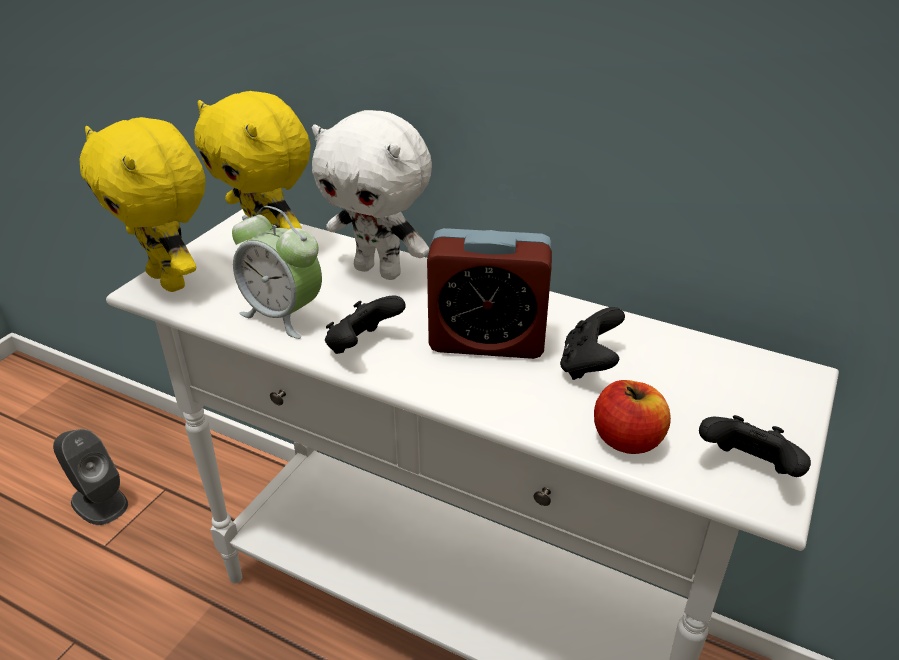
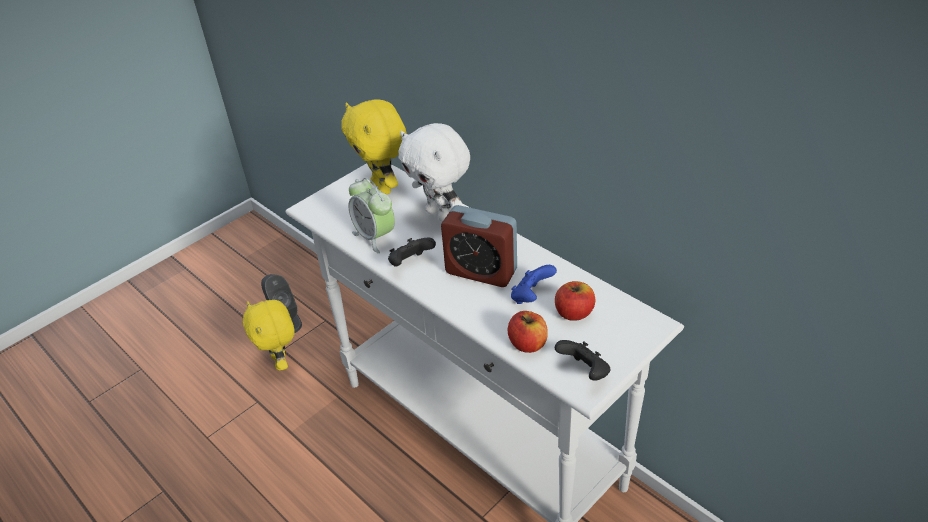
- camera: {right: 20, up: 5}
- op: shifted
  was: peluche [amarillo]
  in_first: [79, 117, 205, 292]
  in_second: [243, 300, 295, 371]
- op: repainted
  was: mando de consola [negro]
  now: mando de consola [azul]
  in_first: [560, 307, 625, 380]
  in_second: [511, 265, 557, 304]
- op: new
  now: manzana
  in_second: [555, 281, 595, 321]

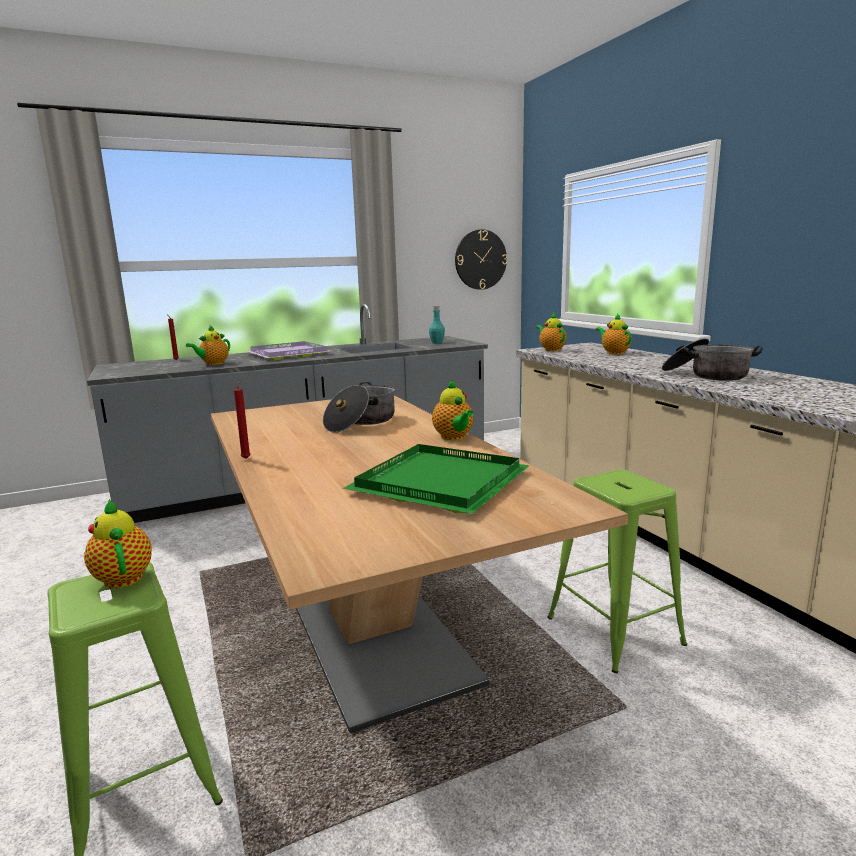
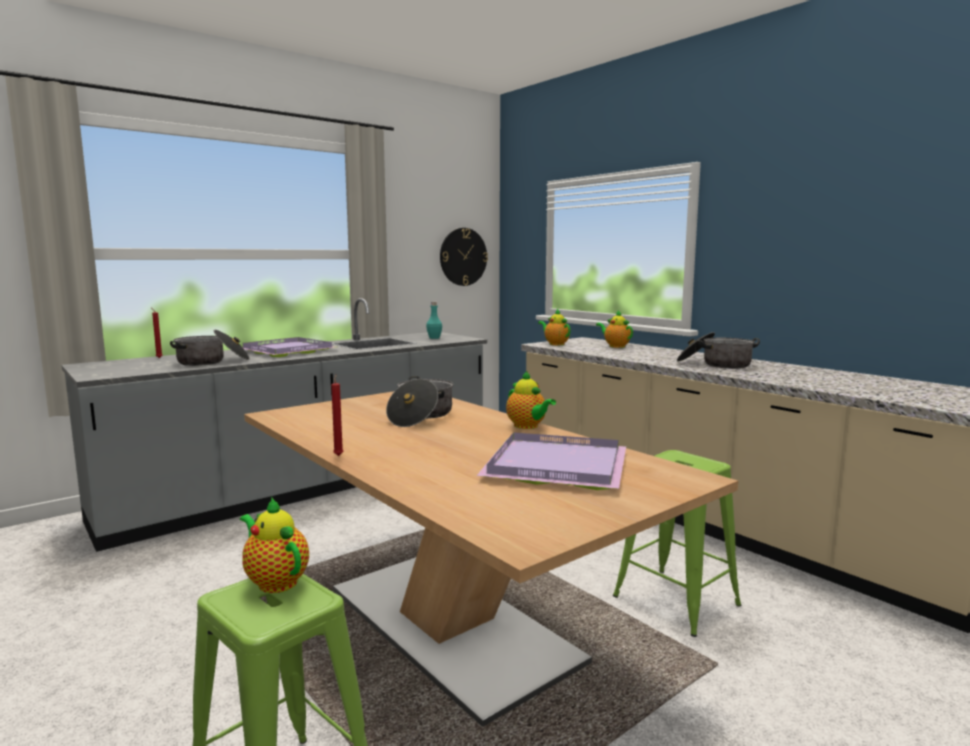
- camera: {right: -15, up: -5}
- op: swapped
  was: tetera
  now: olla
  in_first: [186, 325, 230, 365]
  in_second: [170, 330, 250, 366]
- op: repainted
  was: bandeja [verde]
  now: bandeja [morado]
  in_first: [343, 444, 529, 514]
  in_second: [476, 432, 626, 490]

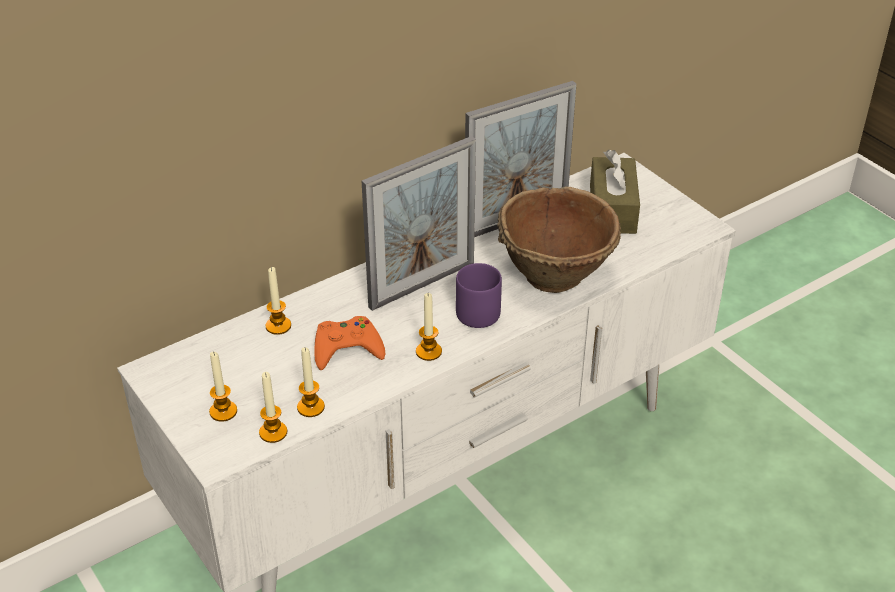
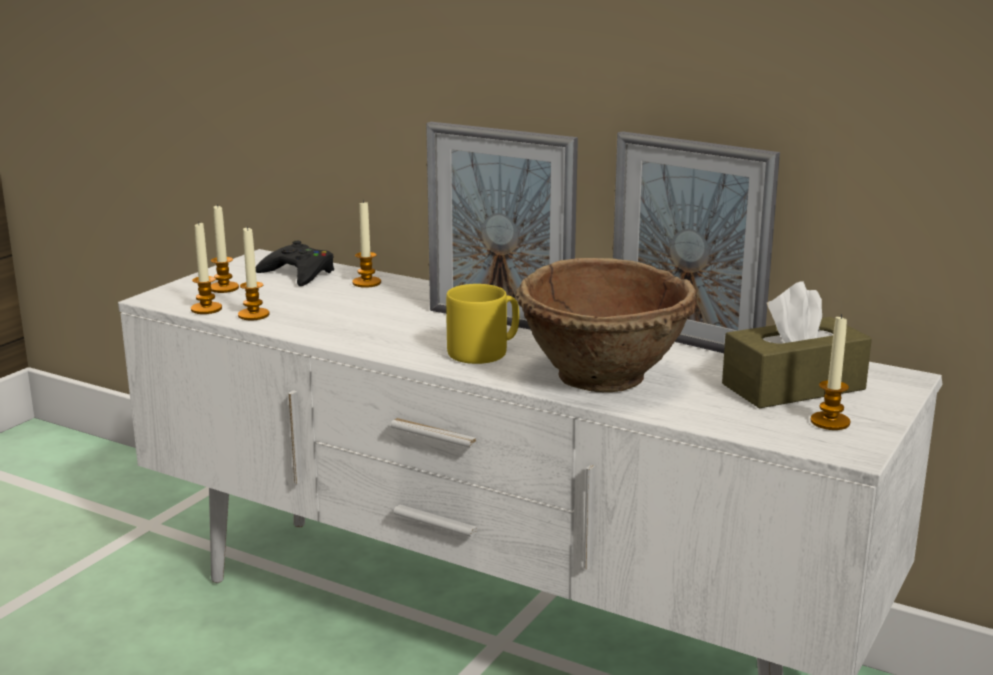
- camera: {right: 65, up: -20}
- op: repainted
  was: taza grande [morado]
  now: taza grande [amarillo]
  in_first: [456, 263, 502, 328]
  in_second: [446, 284, 519, 364]
- op: shifted
  was: vela
  in_first: [416, 293, 442, 361]
  in_second: [810, 314, 851, 430]
- op: gone
  was: mando de consola [naranja]
  in_first: [314, 316, 385, 370]
- op: new
  now: mando de consola [negro]
  in_second: [256, 241, 334, 286]

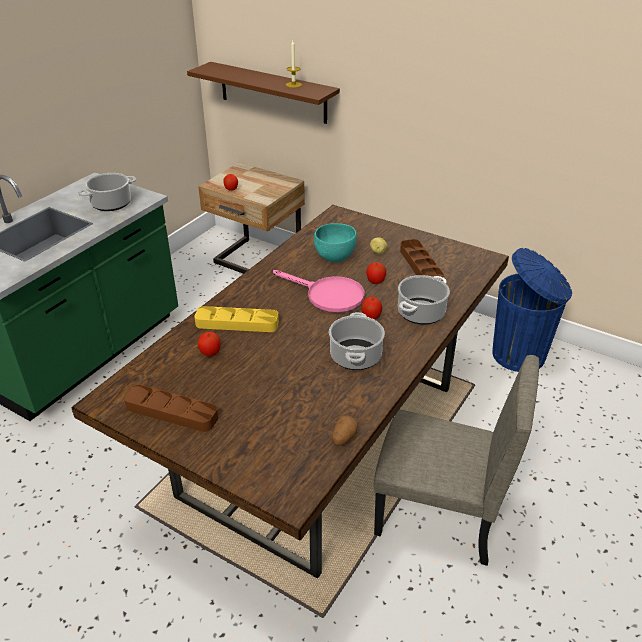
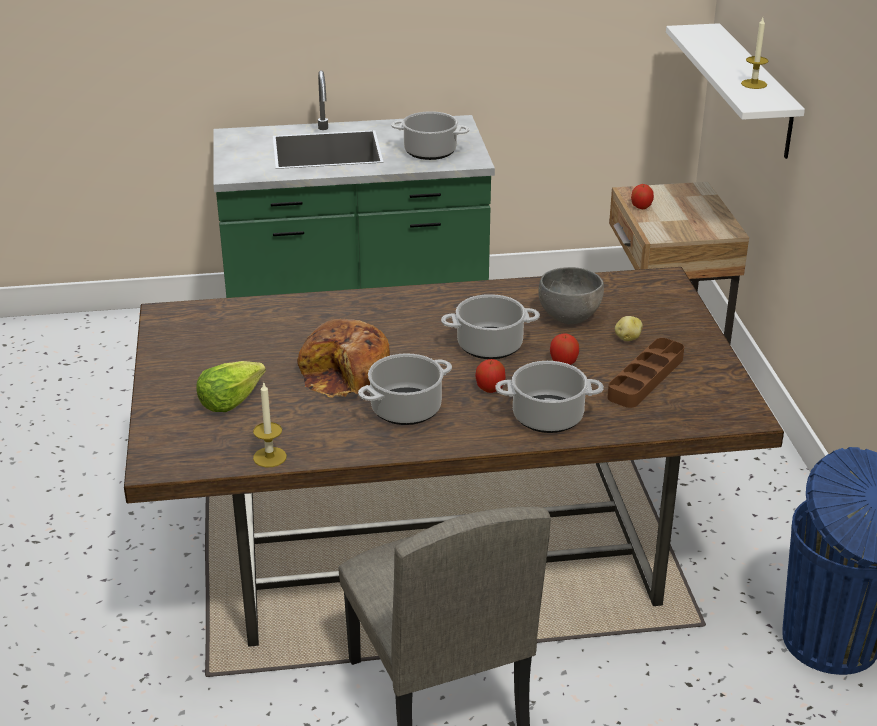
- camera: {right: 50, up: -5}
- op: repainted
  was: estante [marrón]
  now: estante [blanco]
  in_first: [187, 62, 340, 124]
  in_second: [666, 23, 805, 159]
- op: repainted
  was: cuenco [turquesa]
  now: cuenco [gris]
  in_first: [314, 223, 357, 262]
  in_second: [538, 267, 604, 324]
- op: swapped
  was: sartén [rosa]
  now: olla
  in_first: [273, 270, 364, 313]
  in_second: [441, 294, 540, 359]
- op: gone
  was: bandeja [amarillo]
  in_first: [194, 306, 279, 332]
- op: gone
  was: manzana
  in_first: [198, 332, 221, 356]
- op: gone
  was: bandeja [marrón]
  in_first: [124, 385, 218, 432]
- op: swapped
  was: patata
  now: vela
  in_first: [332, 416, 358, 446]
  in_second: [253, 382, 287, 467]
- op: new
  now: pan
  in_second: [297, 319, 390, 398]
- op: new
  now: lechuga
  in_second: [196, 361, 266, 412]

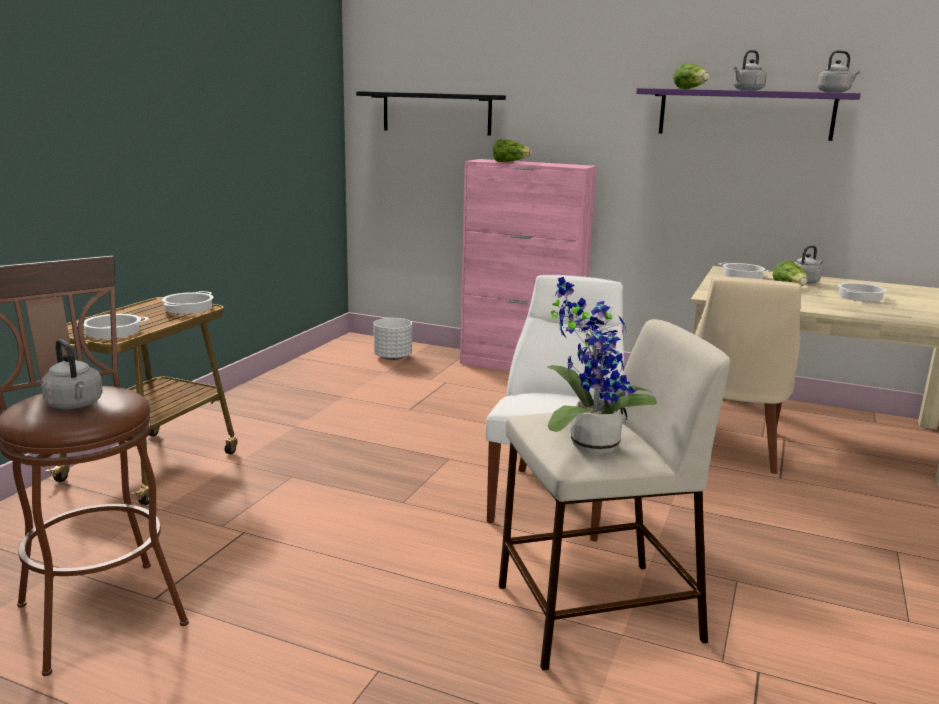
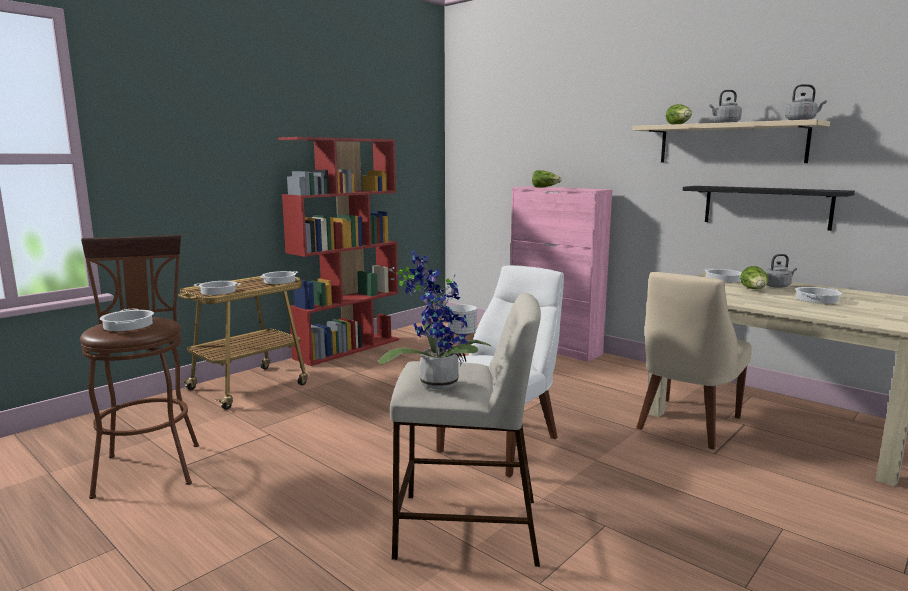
- camera: {right: 20, up: -5}
- op: repainted
  was: estante [morado]
  now: estante [beis]
  in_first: [636, 88, 861, 141]
  in_second: [633, 119, 830, 163]
- op: shifted
  was: estante [negro]
  in_first: [356, 91, 506, 136]
  in_second: [683, 186, 855, 231]
- op: swapped
  was: hervidor [gris]
  now: olla
  in_first: [41, 339, 103, 409]
  in_second: [100, 309, 154, 331]
- op: new
  now: estantería [rojo]
  in_second: [278, 137, 399, 366]

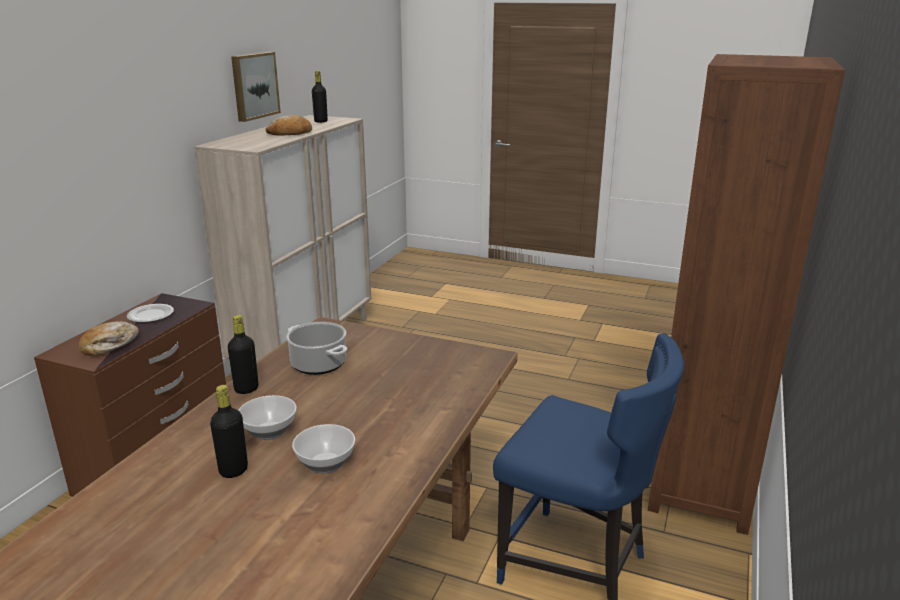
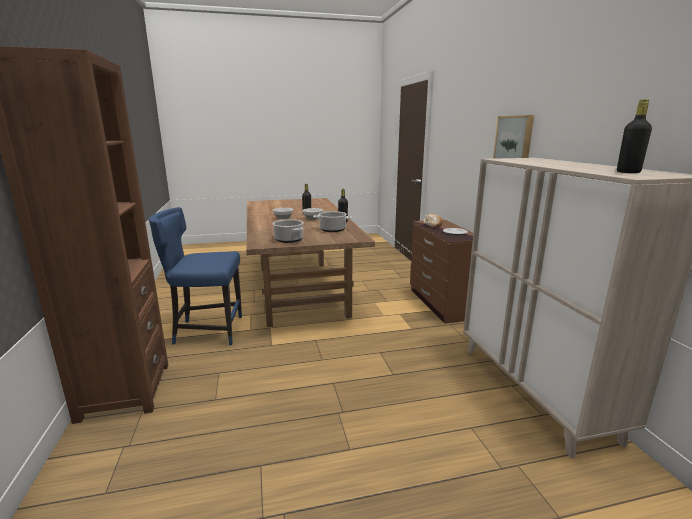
- camera: {right: 145, up: -5}
- op: shifted
  was: cuadro
  in_first: [231, 52, 281, 122]
  in_second: [493, 115, 534, 159]
- op: gone
  was: pan
  in_first: [265, 115, 312, 136]
- op: new
  now: olla
  in_second: [272, 219, 304, 243]

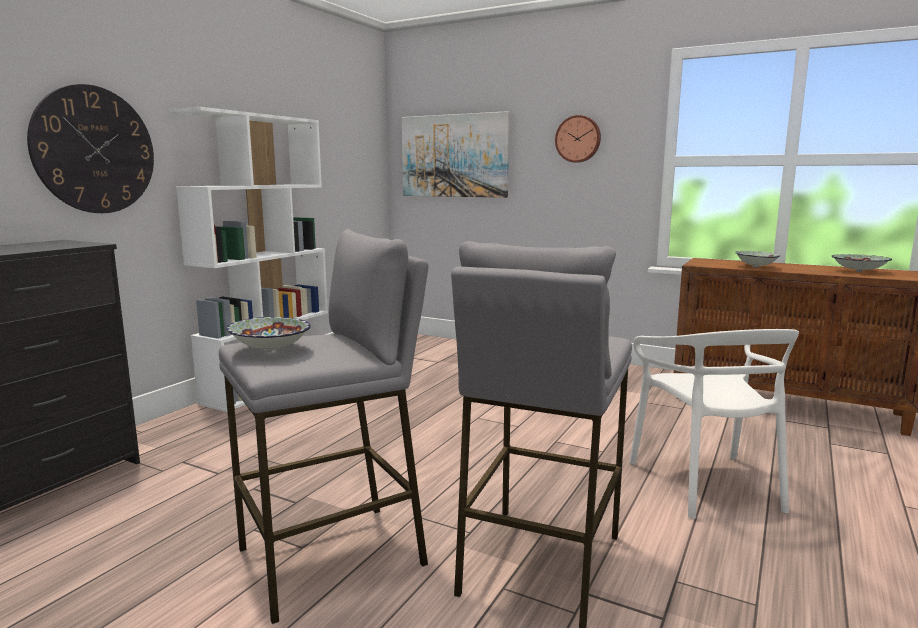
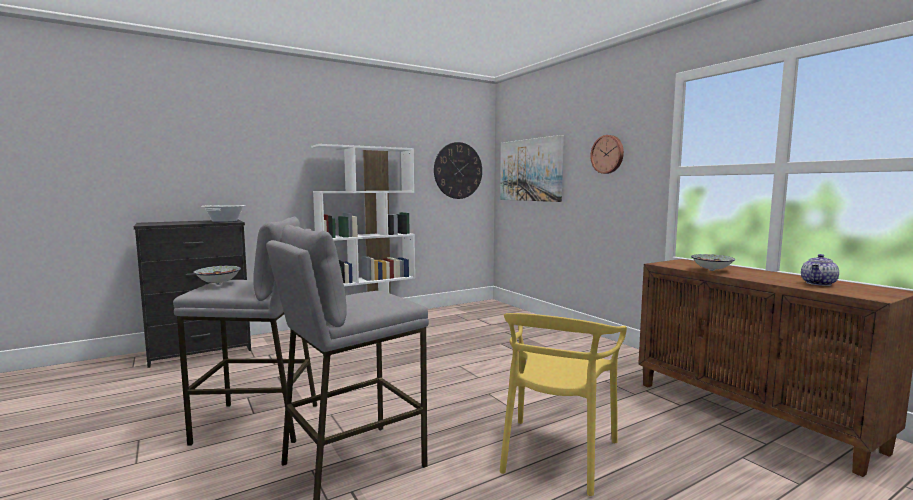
- camera: {right: 30, up: -5}
- op: shifted
  was: reloj de pared
  in_first: [27, 84, 154, 213]
  in_second: [434, 142, 482, 199]
- op: swapped
  was: cuenco
  now: tetera
  in_first: [831, 254, 892, 272]
  in_second: [801, 254, 839, 286]
- op: repainted
  was: silla [blanco]
  now: silla [amarillo]
  in_first: [629, 329, 799, 519]
  in_second: [500, 313, 627, 496]
- op: new
  now: olla
  in_second: [201, 205, 246, 222]

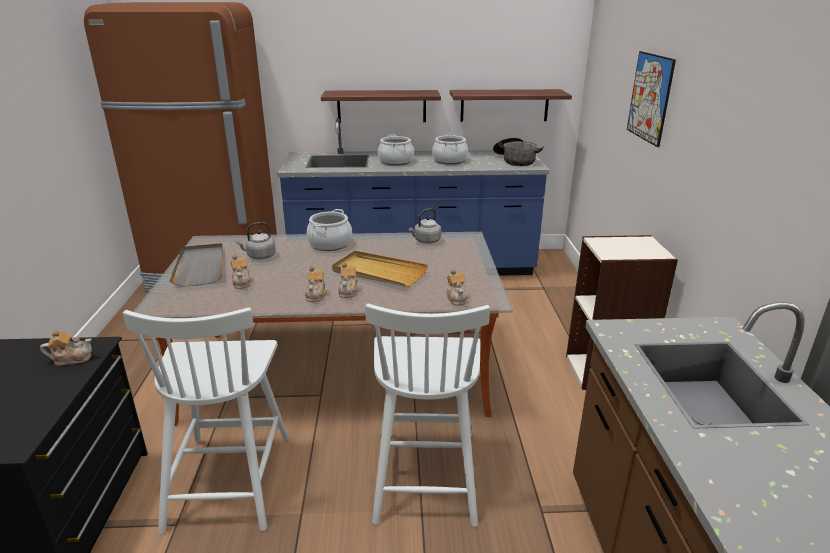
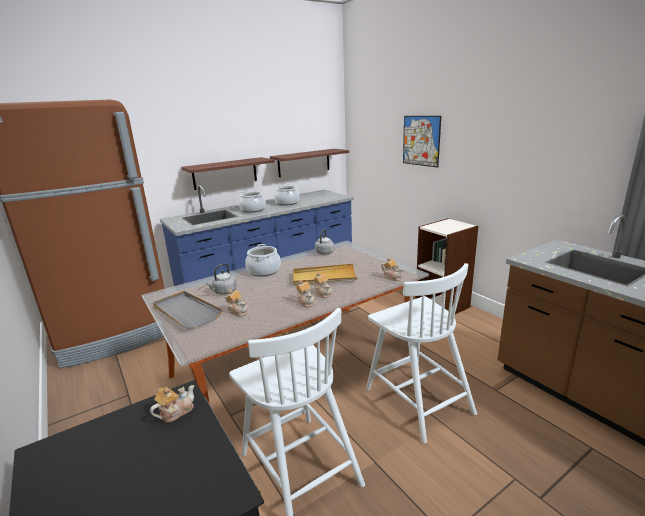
- camera: {right: -30, up: -5}
- op: gone
  was: olla
  in_first: [493, 138, 544, 166]

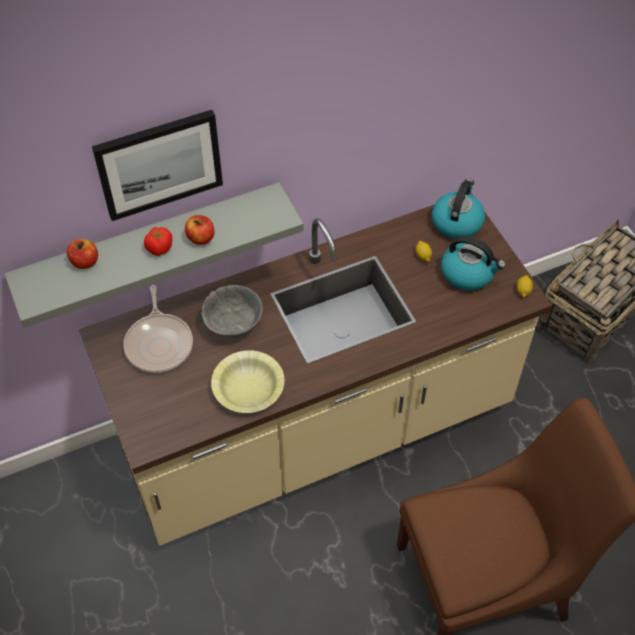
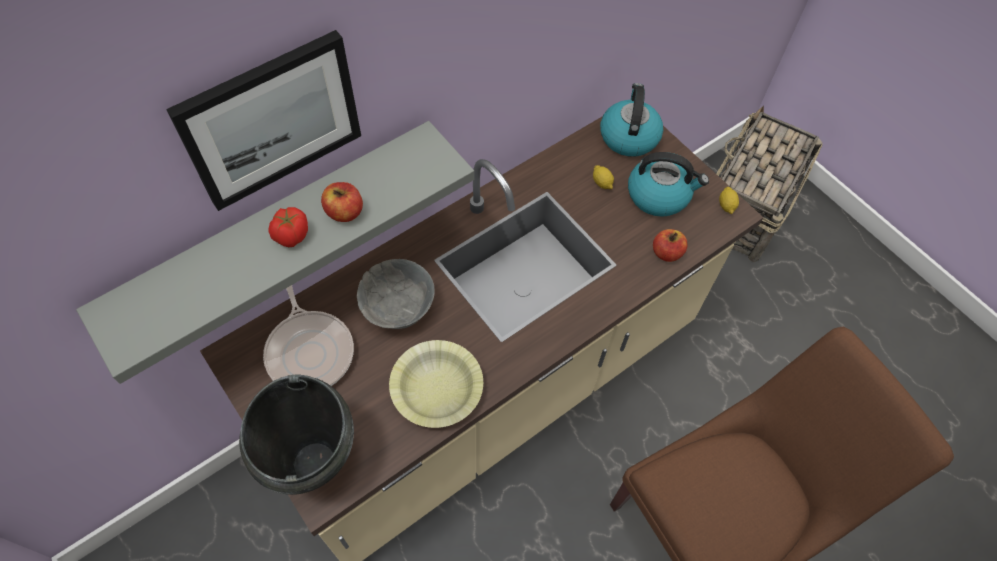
- camera: {right: -15, up: 5}
- op: shifted
  was: manzana
  in_first: [67, 239, 98, 269]
  in_second: [653, 229, 687, 262]
- op: new
  now: olla [negro]
  in_second: [239, 375, 354, 495]

